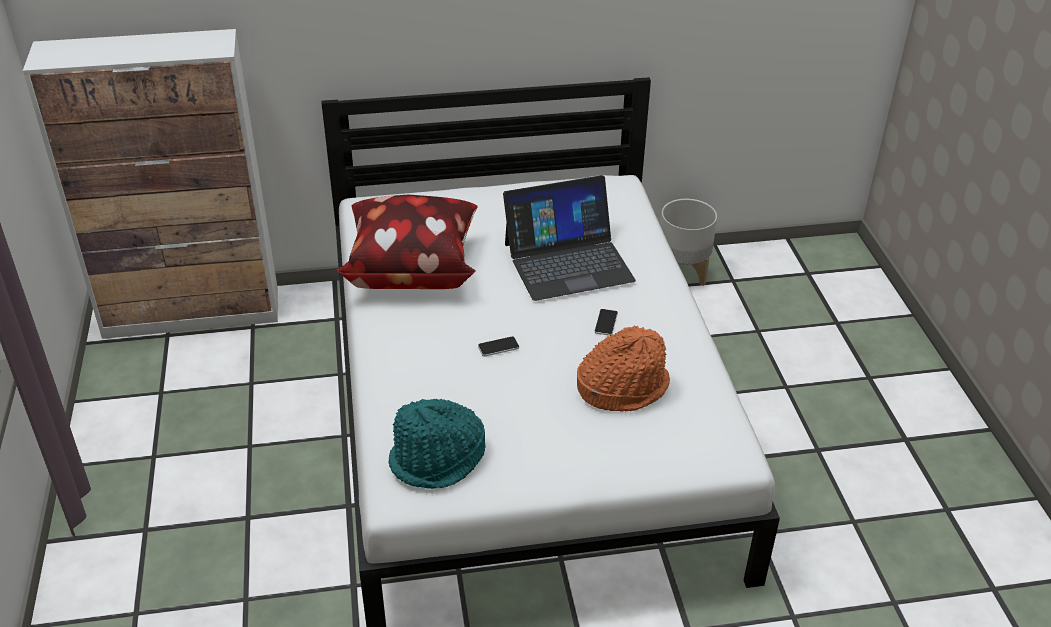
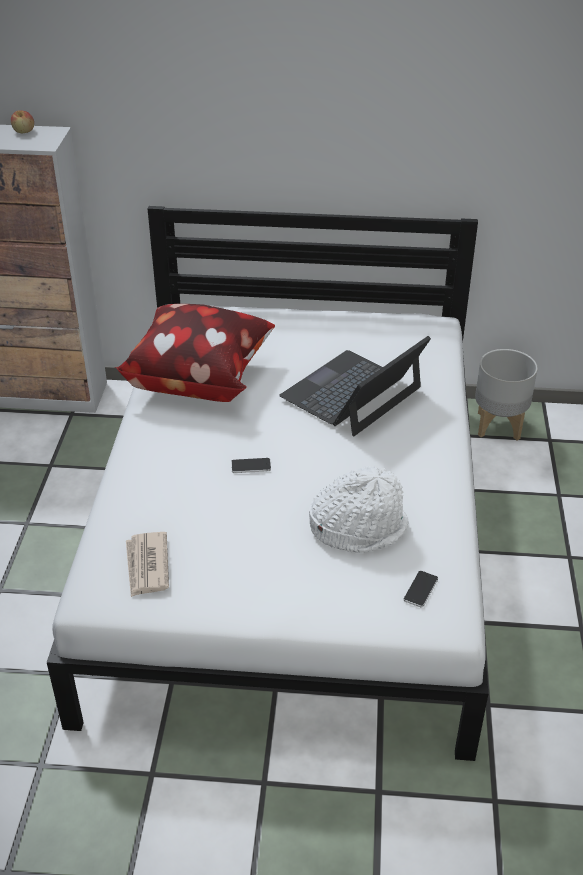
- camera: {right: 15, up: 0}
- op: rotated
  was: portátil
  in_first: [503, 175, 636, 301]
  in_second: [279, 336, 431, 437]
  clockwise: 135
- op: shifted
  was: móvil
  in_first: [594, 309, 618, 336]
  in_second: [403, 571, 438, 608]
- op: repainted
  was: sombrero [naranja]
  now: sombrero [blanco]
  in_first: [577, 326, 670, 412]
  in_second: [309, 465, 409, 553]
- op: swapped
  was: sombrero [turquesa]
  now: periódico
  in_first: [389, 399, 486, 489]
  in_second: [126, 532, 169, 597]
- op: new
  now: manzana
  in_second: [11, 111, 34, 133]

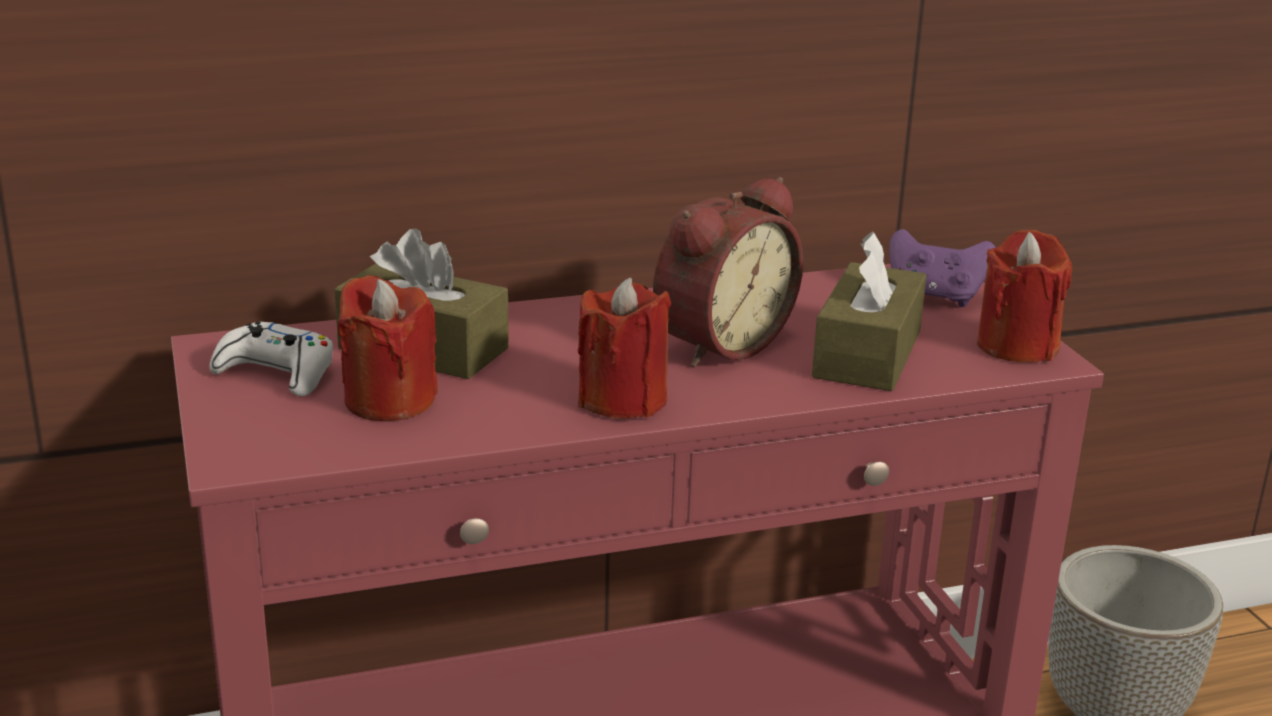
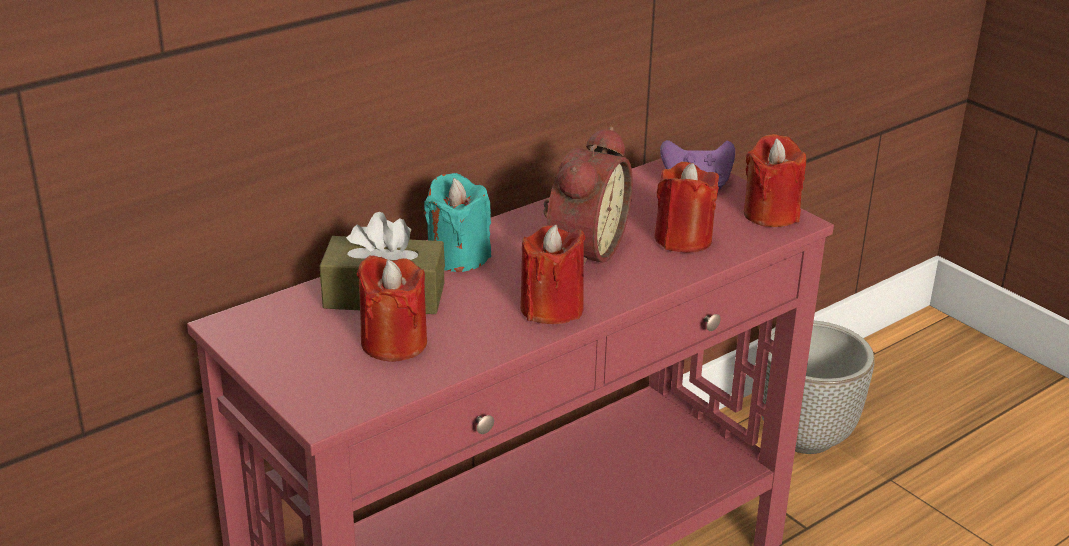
- camera: {right: -20, up: 5}
- op: swapped
  was: caja de pañuelos [marrón]
  now: vela [rojo]
  in_first: [812, 232, 927, 391]
  in_second: [654, 162, 719, 253]
- op: gone
  was: mando de consola [blanco]
  in_first: [209, 321, 333, 397]
- op: new
  now: vela [turquesa]
  in_second: [424, 173, 491, 272]

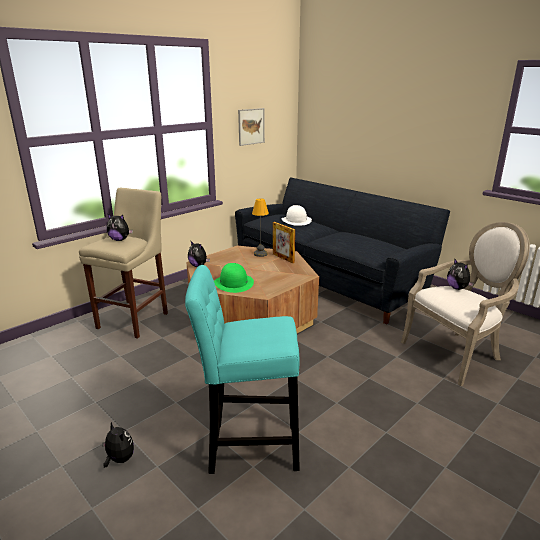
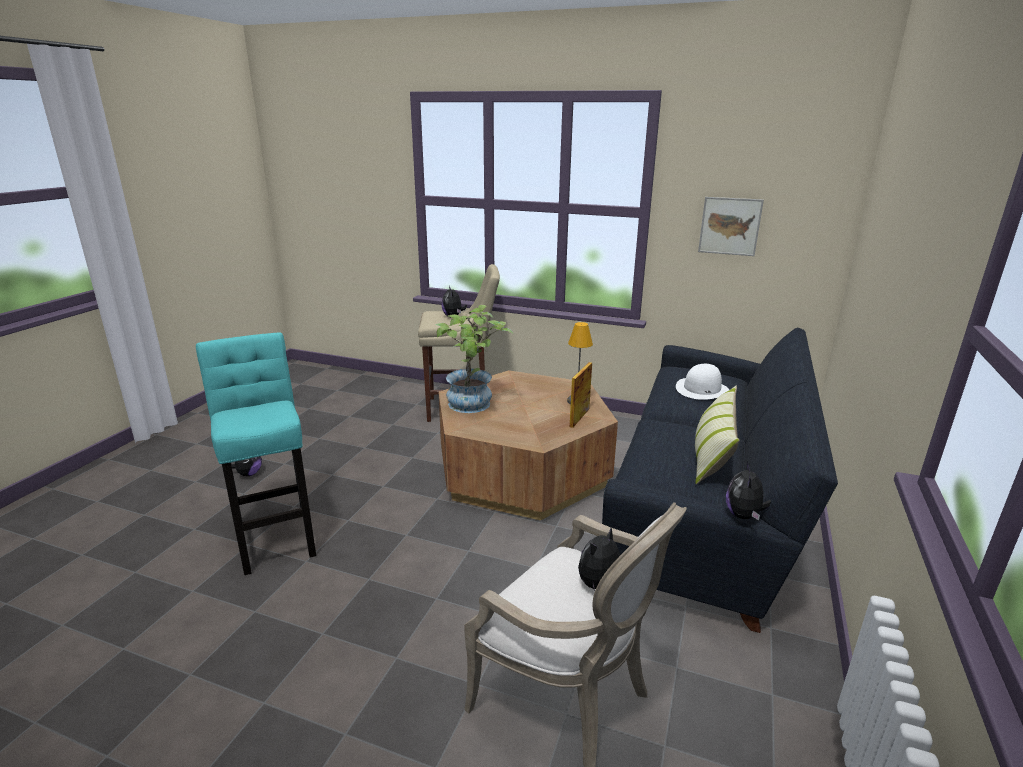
- camera: {right: 65, up: 0}
- op: shifted
  was: peluche
  in_first: [188, 240, 210, 267]
  in_second: [726, 462, 771, 520]
- op: swapped
  was: sombrero [verde]
  now: planta en maceta
  in_first: [214, 263, 254, 293]
  in_second: [435, 305, 513, 413]
- op: new
  now: cojín
  in_second: [695, 386, 740, 484]

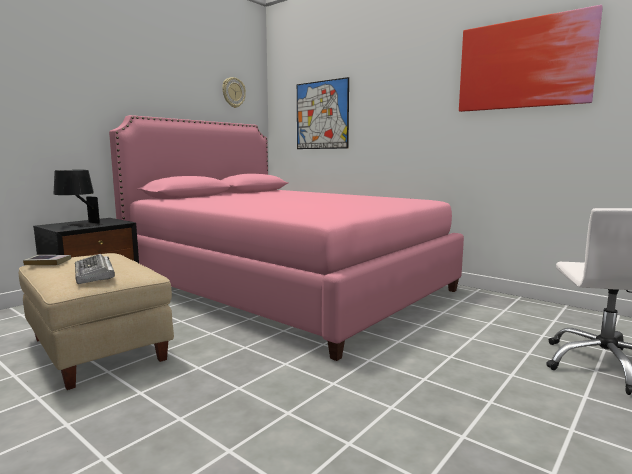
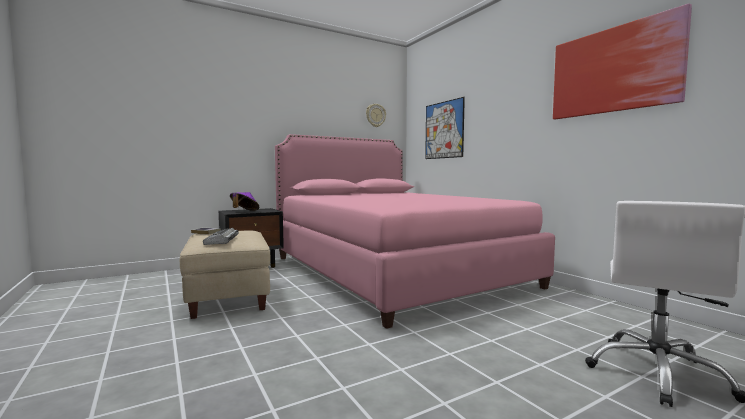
- camera: {right: 20, up: -5}
- op: swapped
  was: lámpara de mesa [negro]
  now: sombrero [morado]
  in_first: [53, 170, 103, 227]
  in_second: [230, 192, 259, 211]

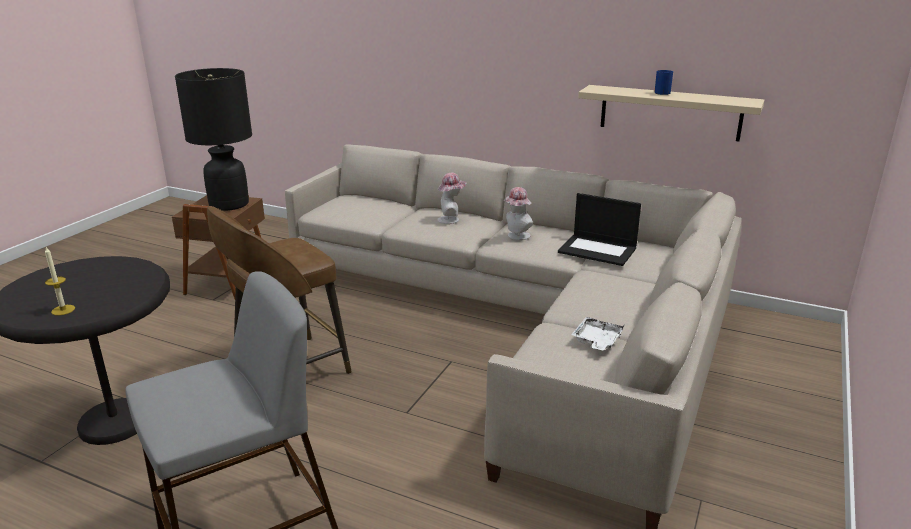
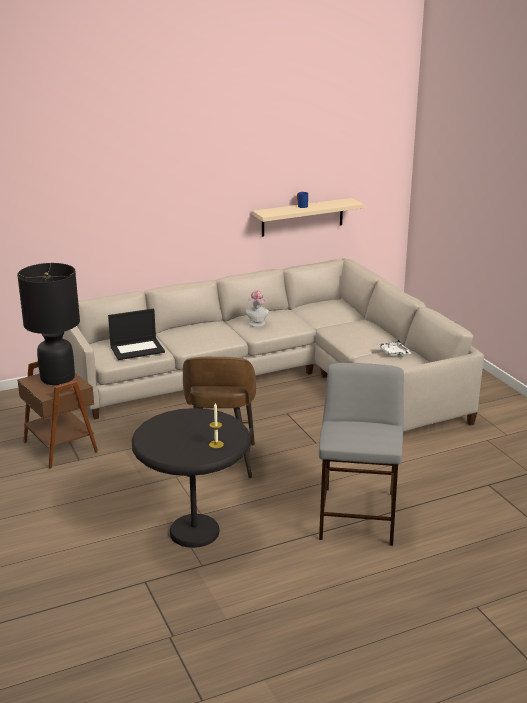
- camera: {right: -50, up: 0}
- op: gone
  was: sombrero
  in_first: [437, 173, 467, 224]
- op: shifted
  was: portátil
  in_first: [558, 193, 641, 266]
  in_second: [108, 308, 165, 360]

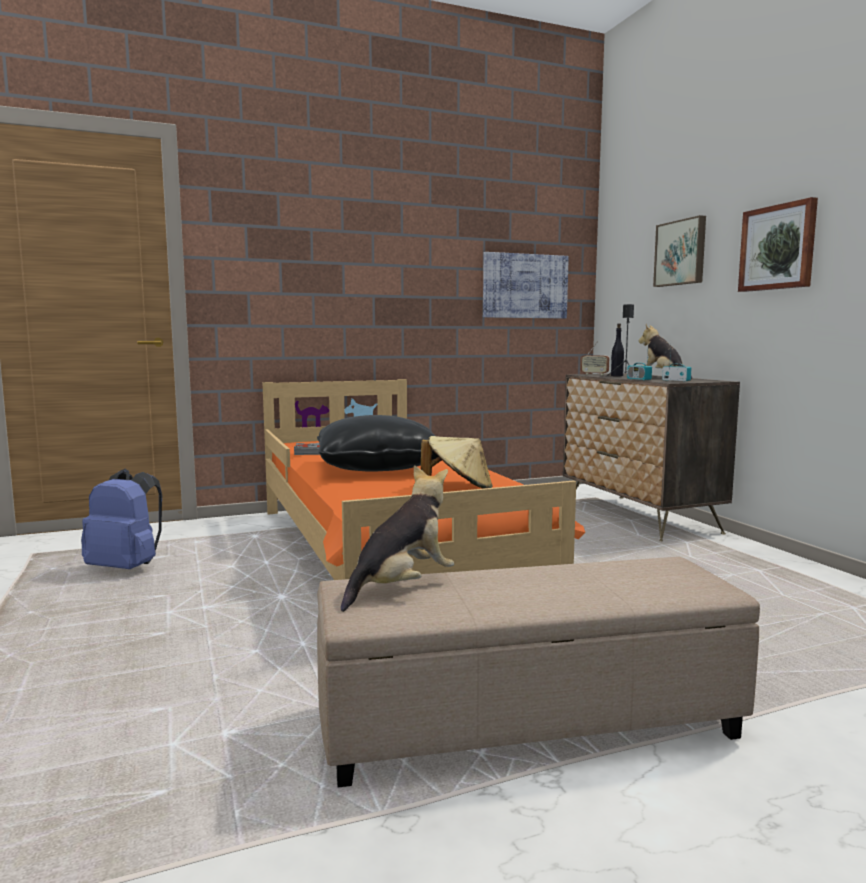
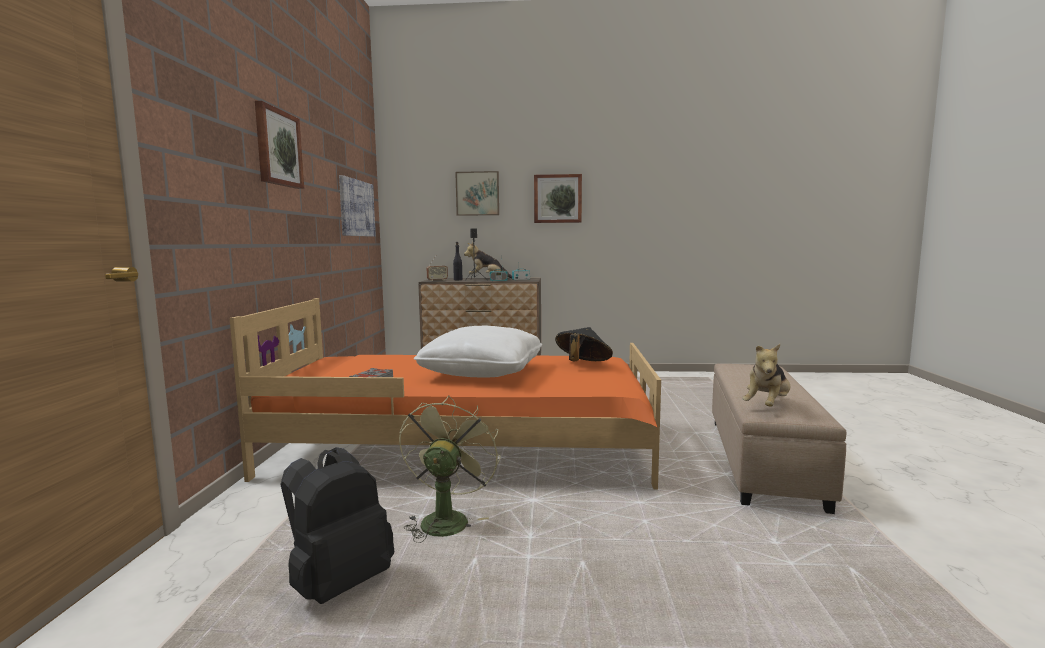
- camera: {right: -65, up: 0}
- op: repainted
  was: cojín [negro]
  now: cojín [blanco]
  in_first: [317, 415, 438, 472]
  in_second: [414, 326, 542, 378]
- op: repainted
  was: sombrero [beis]
  now: sombrero [negro]
  in_first: [421, 436, 492, 489]
  in_second: [555, 327, 613, 362]
- op: rotated
  was: peluche
  in_first: [341, 465, 454, 612]
  in_second: [742, 344, 790, 407]
  clockwise: -120
- op: repainted
  was: mochila [azul]
  now: mochila [negro]
  in_first: [81, 468, 162, 569]
  in_second: [280, 447, 394, 604]
- op: new
  now: cuadro
  in_second: [255, 101, 304, 189]
- op: new
  now: ventilador [verde]
  in_second: [399, 395, 501, 543]

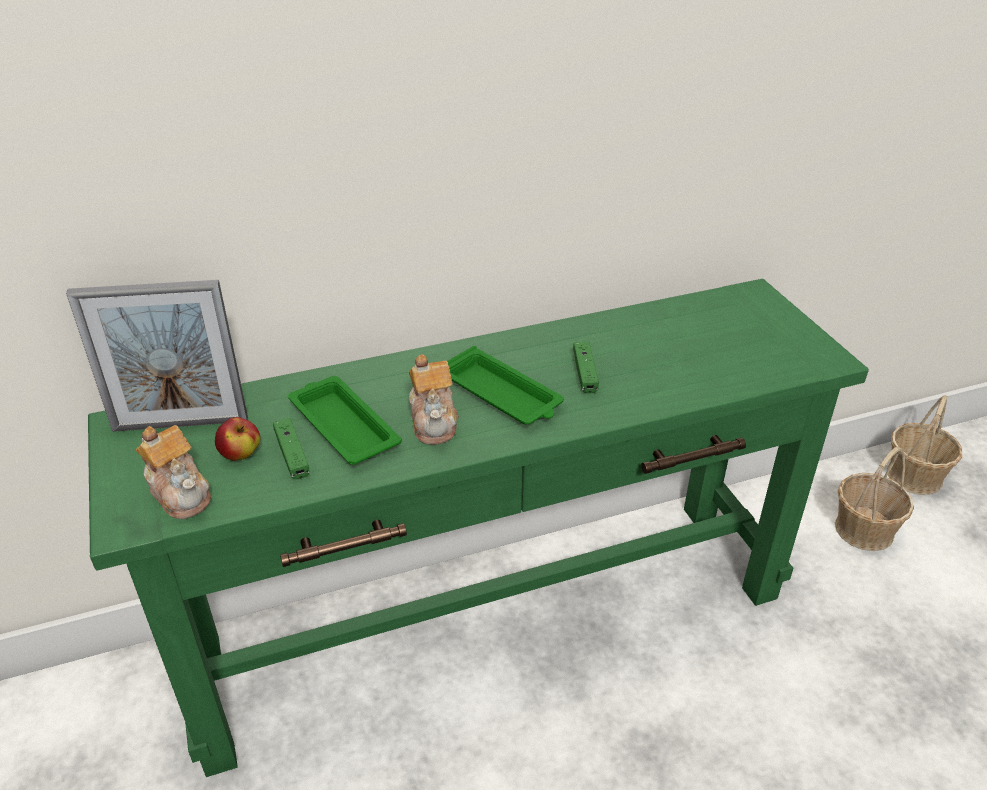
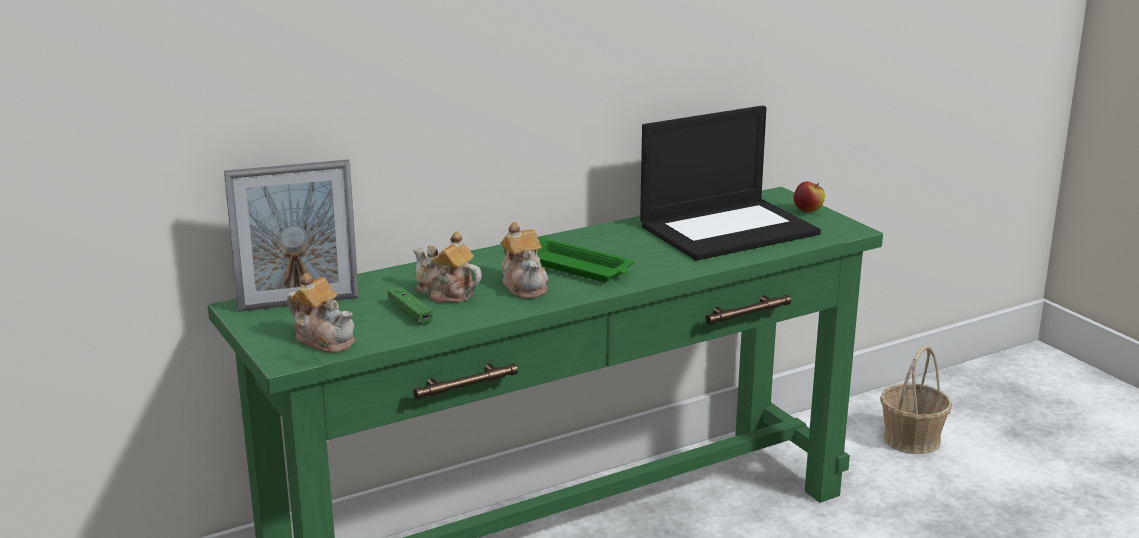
- camera: {right: -10, up: -15}
- op: gone
  was: mando de consola [verde]
  in_first: [573, 342, 599, 393]
- op: swapped
  was: bandeja [verde]
  now: tetera
  in_first: [288, 376, 402, 465]
  in_second: [413, 231, 482, 303]
- op: gone
  was: cesta
  in_first: [887, 395, 962, 495]
- op: shifted
  was: manzana
  in_first: [215, 417, 260, 461]
  in_second: [793, 181, 825, 213]
- op: new
  now: portátil
  in_second: [640, 105, 821, 261]

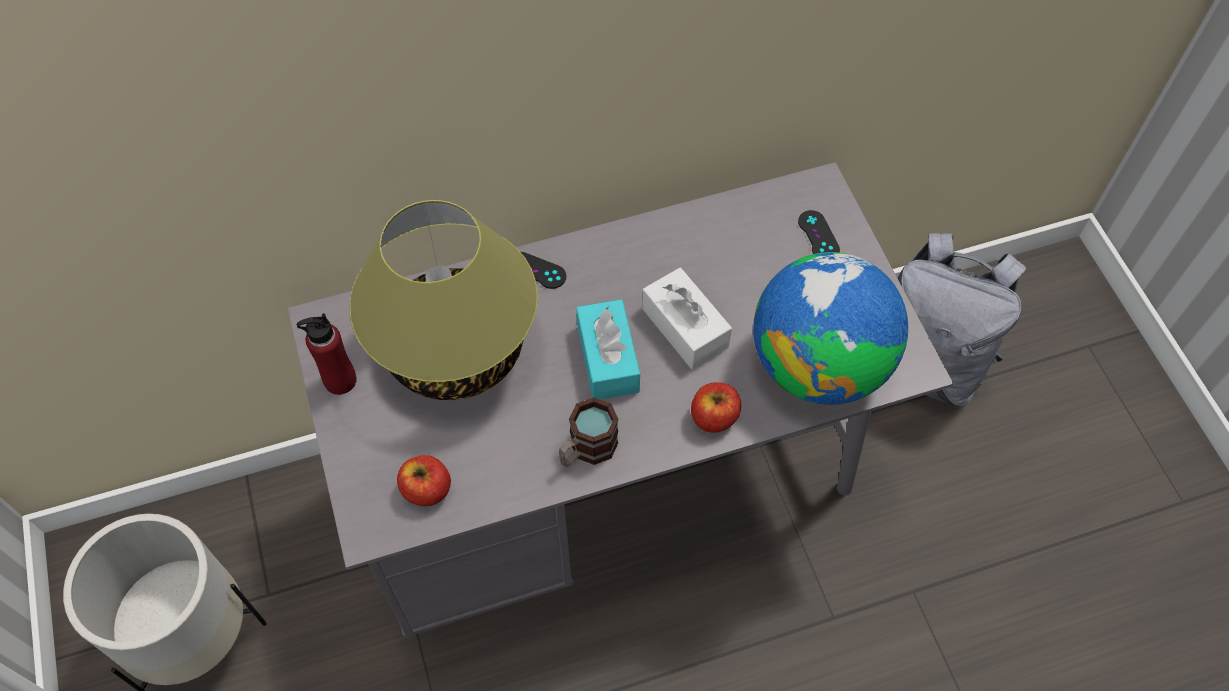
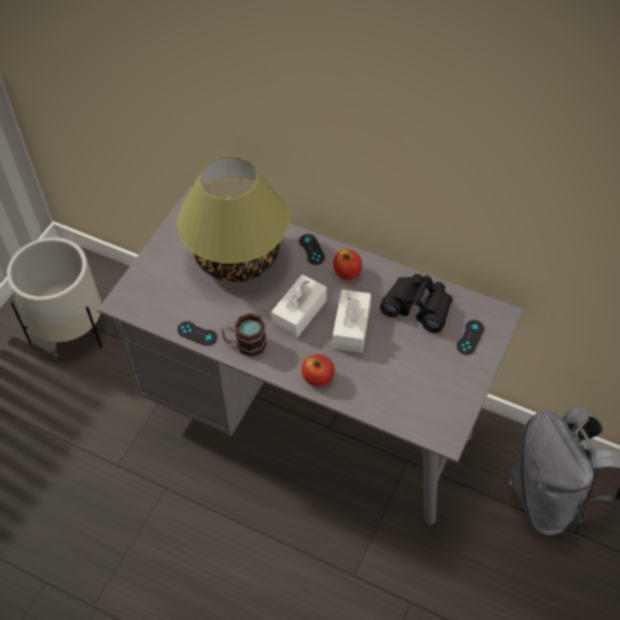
- camera: {right: 45, up: -5}
- op: gone
  was: globo terráqueo
  in_first: [753, 252, 908, 405]
- op: repainted
  was: caja de pañuelos [turquesa]
  now: caja de pañuelos [blanco]
  in_first: [576, 299, 640, 400]
  in_second: [271, 274, 327, 339]
- op: gone
  was: botella [rojo]
  in_first: [297, 313, 357, 395]
- op: shifted
  was: manzana
  in_first: [397, 455, 451, 506]
  in_second: [333, 249, 362, 280]
- op: new
  now: prismáticos [negro]
  in_second: [380, 274, 452, 333]
- op: new
  now: mando de consola [negro]
  in_second: [177, 321, 217, 346]

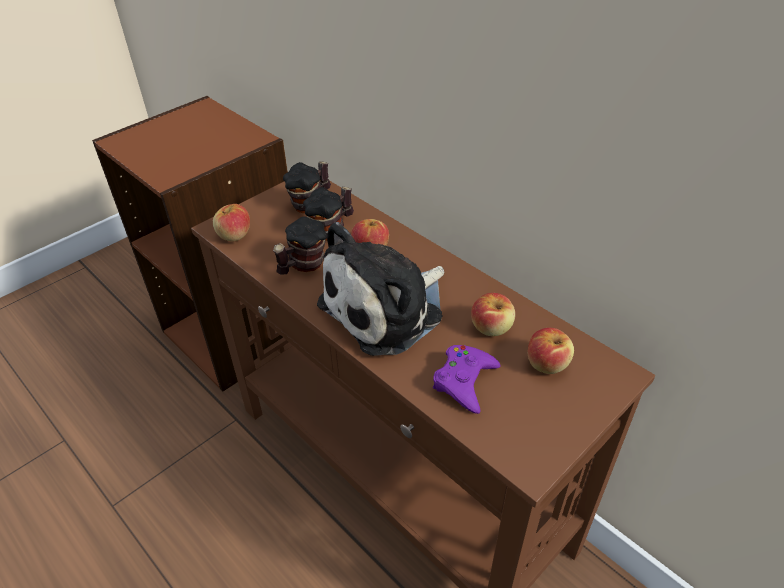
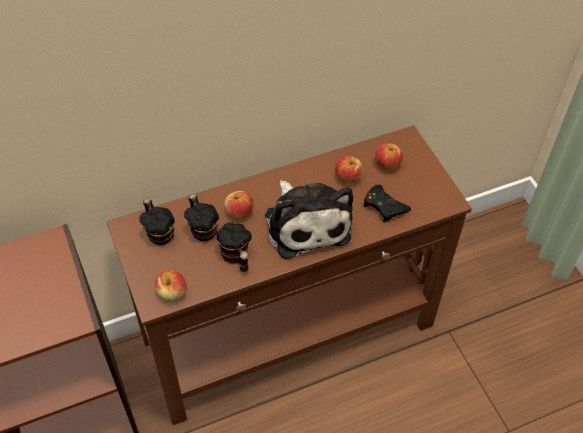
- camera: {right: -70, up: 10}
- op: repainted
  was: mando de consola [morado]
  now: mando de consola [negro]
  in_first: [433, 345, 501, 414]
  in_second: [364, 185, 411, 223]

